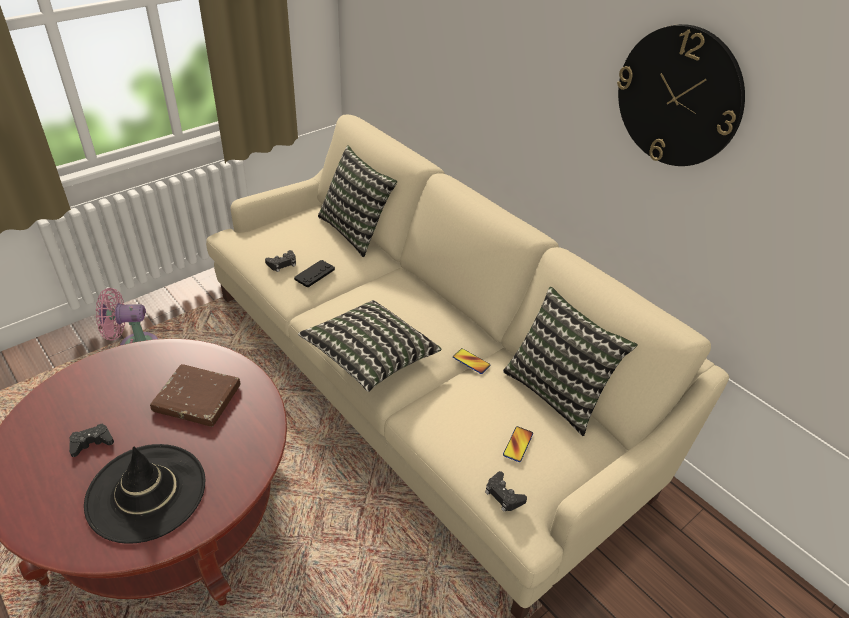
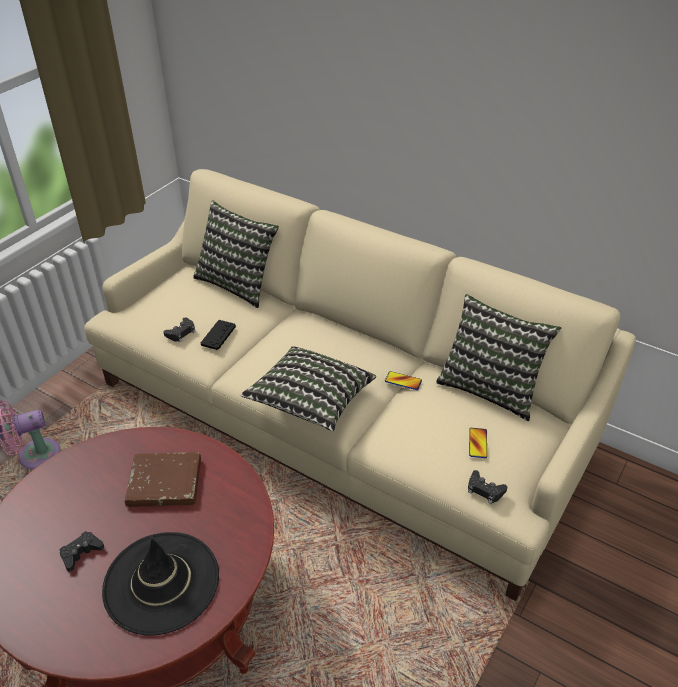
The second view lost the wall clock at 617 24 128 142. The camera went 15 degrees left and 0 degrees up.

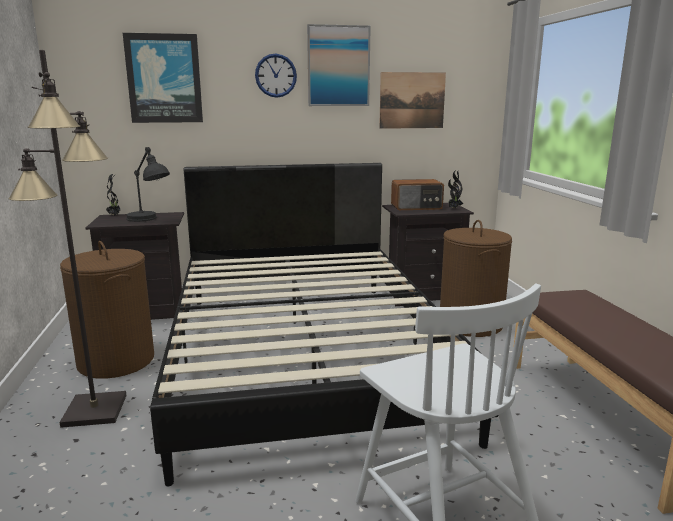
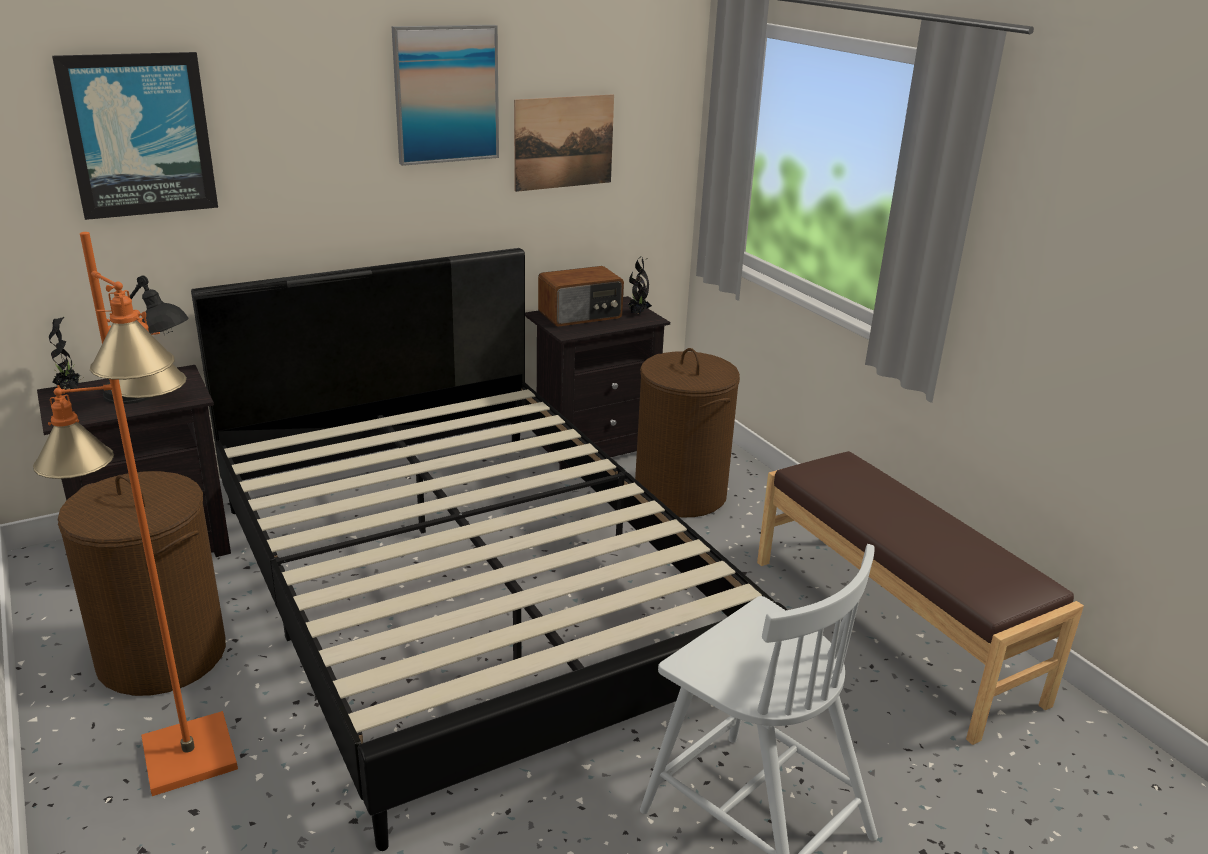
What was the floor lamp (black) at 9 50 118 378 turned into the floor lamp (orange) at 33 232 205 564. The second view lost the wall clock at 255 53 42 45. The camera went 20 degrees left and 10 degrees up.

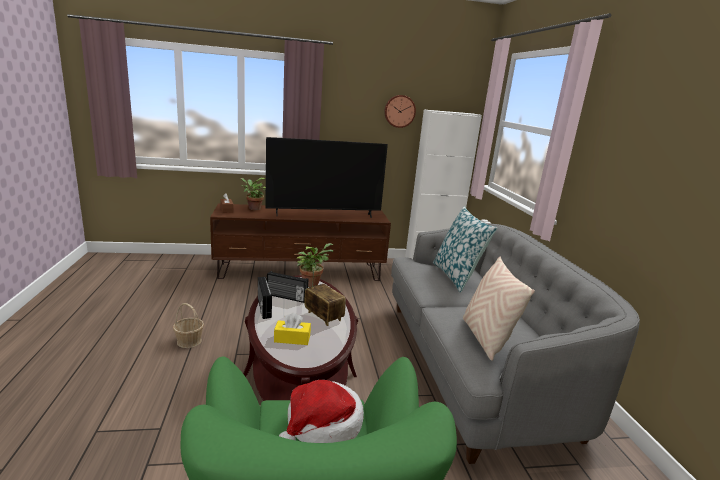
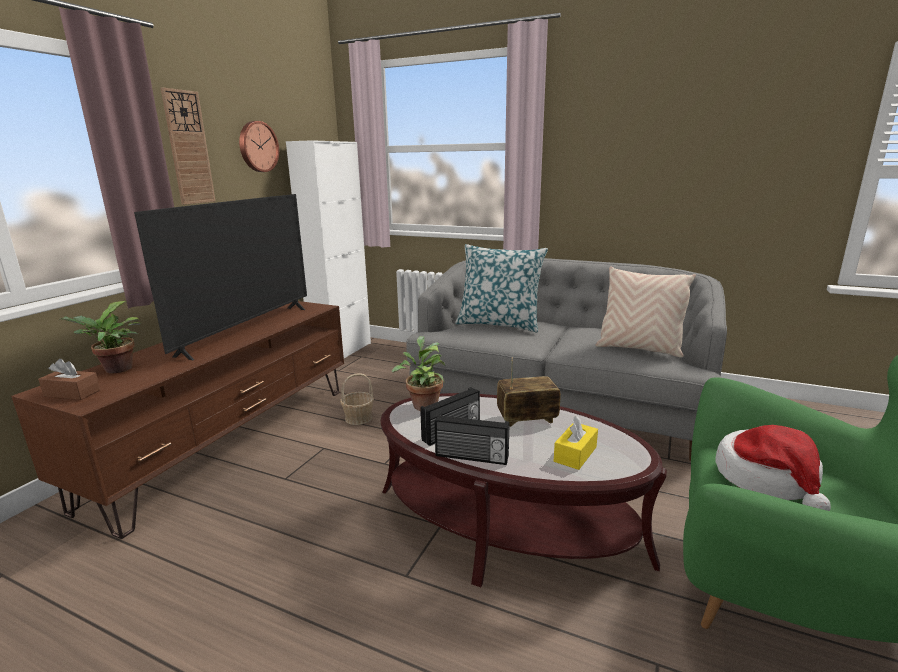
The basket ended up elsewhere, having gone from 173 303 31 45 to 340 373 34 52. The second view gained the wall clock at 161 87 55 118. The camera went 55 degrees left and 0 degrees up.

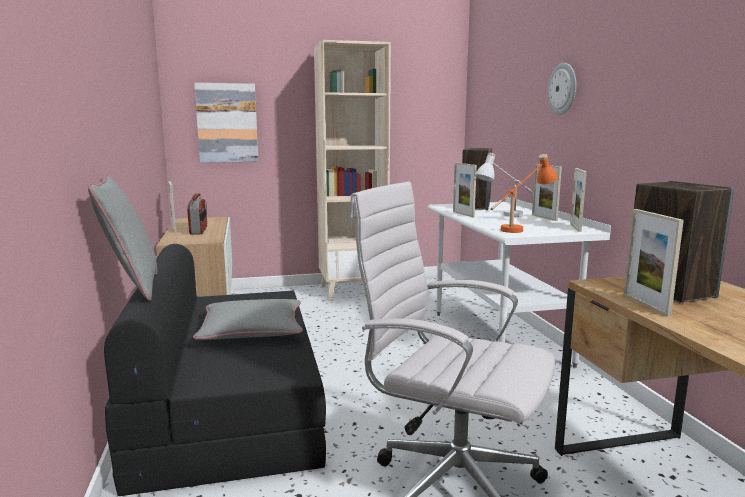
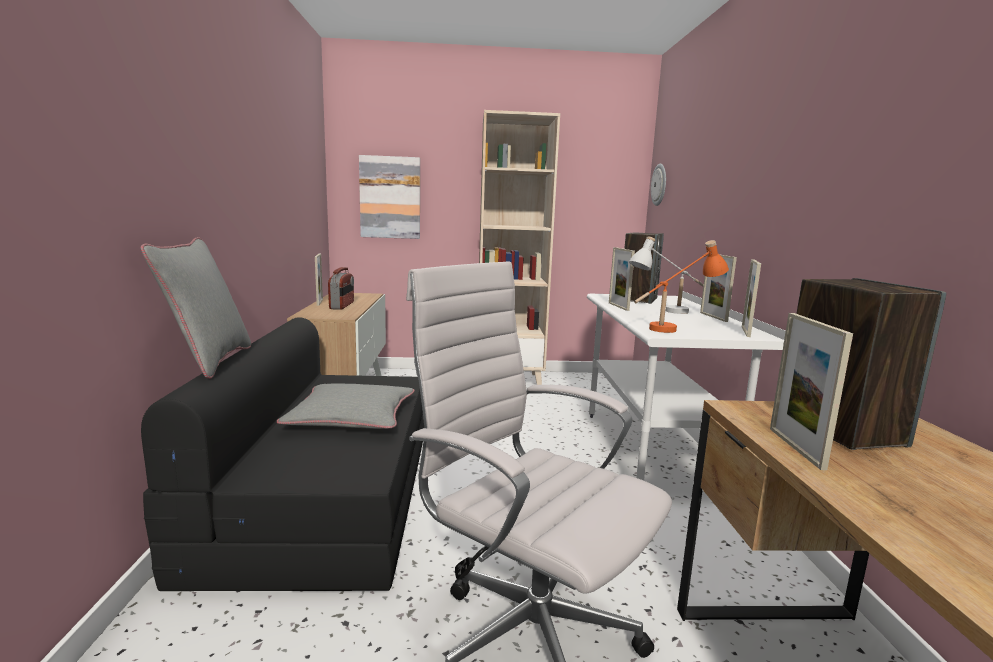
The wall clock ended up elsewhere, having gone from 548 63 28 52 to 651 164 15 42. The camera went 10 degrees right and 0 degrees up.

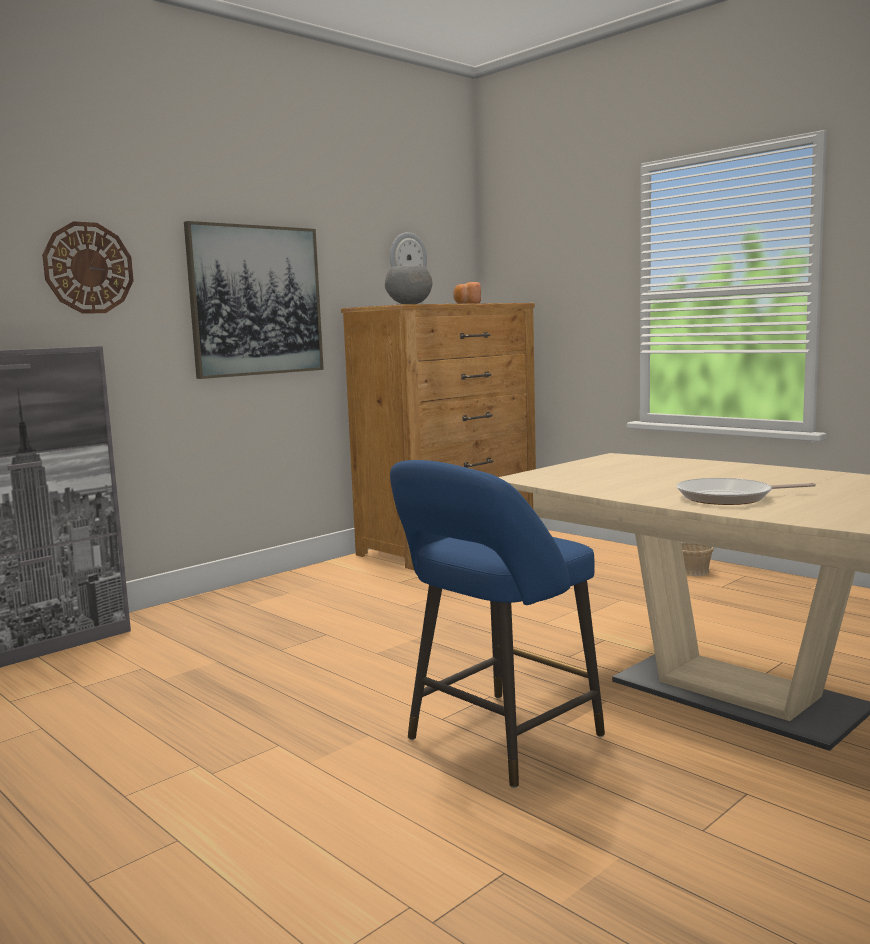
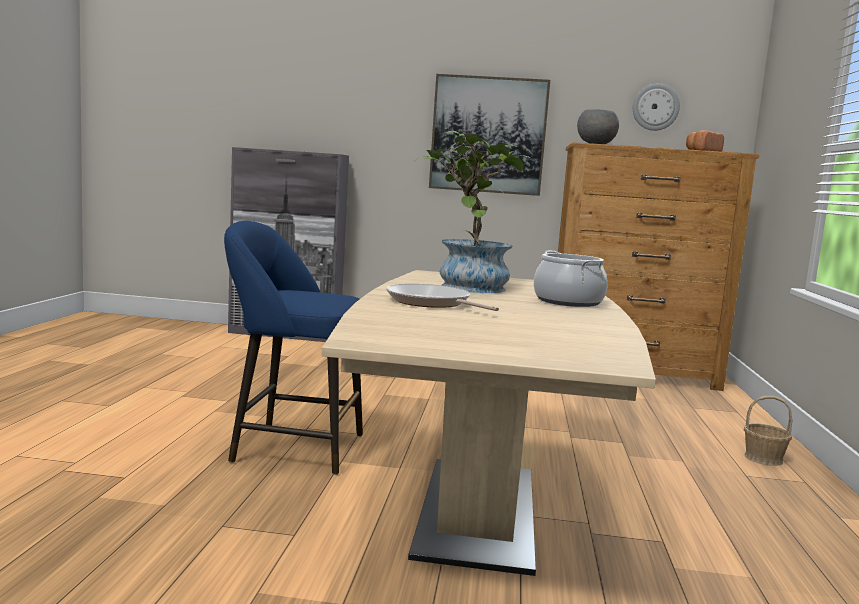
The second view lost the wall clock at 42 221 92 93. The second view gained the potted plant at 413 131 117 162. The second view gained the cooking pot at 534 251 74 56. The camera went 50 degrees right and 0 degrees up.

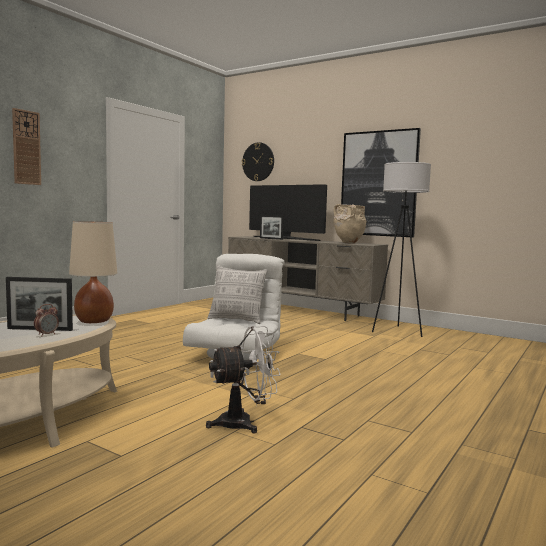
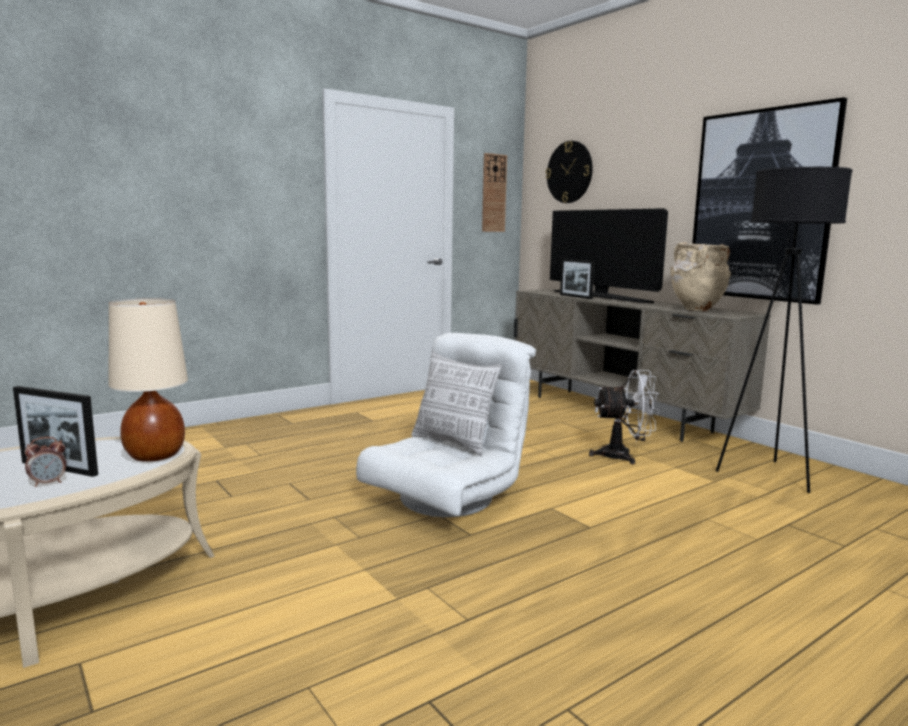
The wall clock ended up elsewhere, having gone from 12 108 29 77 to 482 153 25 79. What was the floor lamp (white) at 372 162 59 175 turned into the floor lamp (black) at 716 167 136 326. The fan (white) ended up elsewhere, having gone from 206 326 75 107 to 589 370 71 94. The camera went 20 degrees right and 5 degrees up.

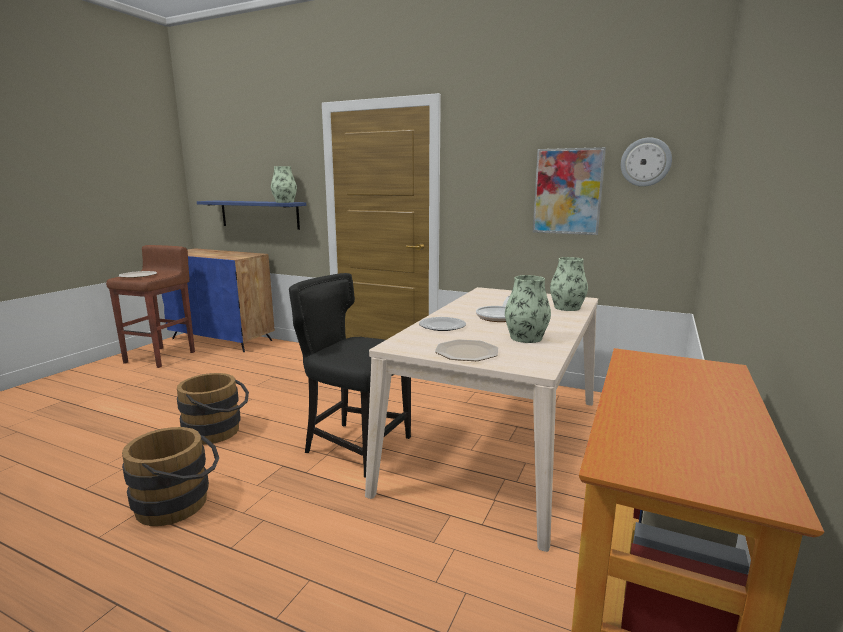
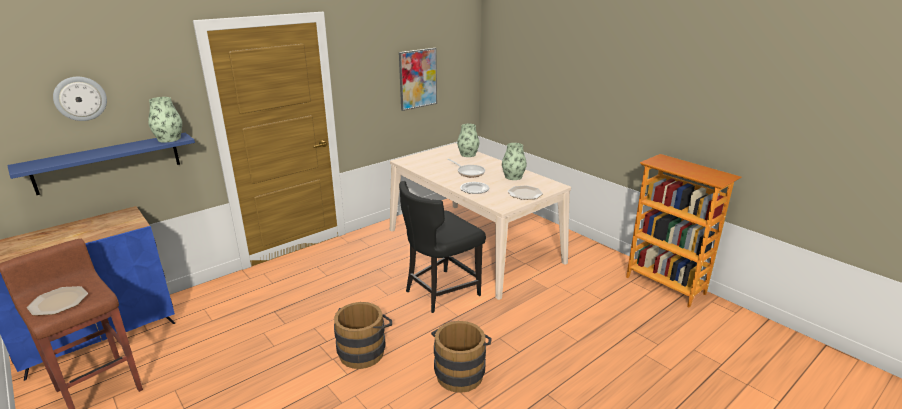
The wall clock ended up elsewhere, having gone from 621 137 51 50 to 53 77 54 44. The camera went 65 degrees left and 10 degrees up.

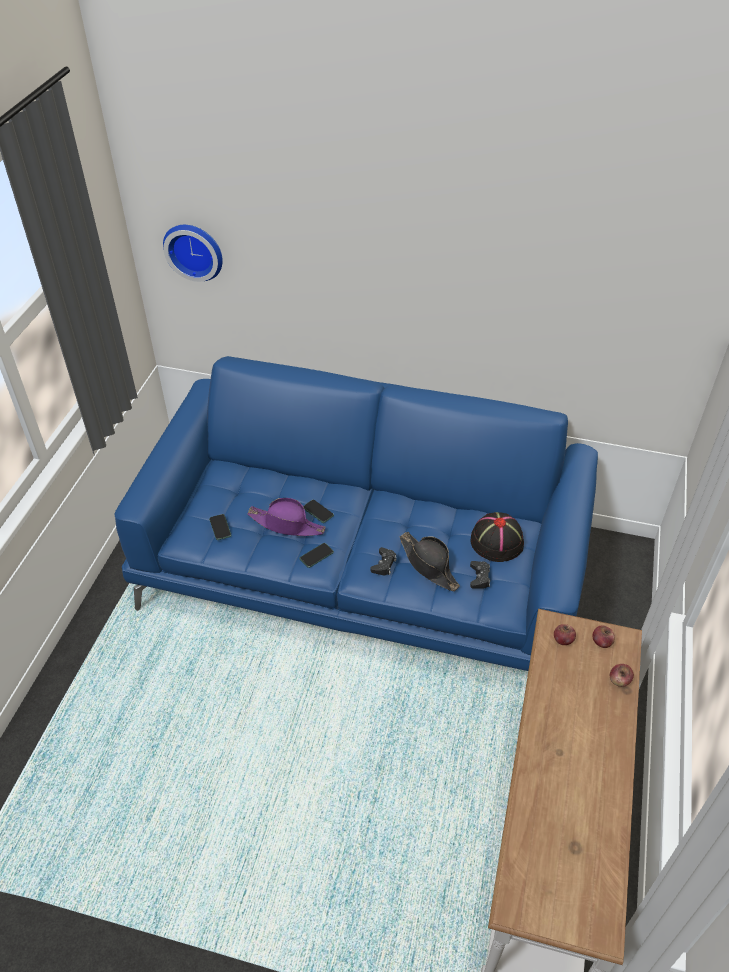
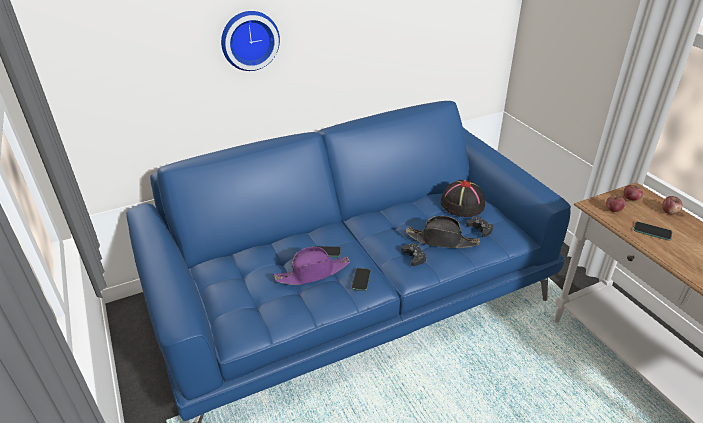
The wall clock ended up elsewhere, having gone from 163 225 60 57 to 221 11 59 60. The phone ended up elsewhere, having gone from 209 514 23 26 to 634 222 38 19. The camera went 40 degrees left and 10 degrees down.

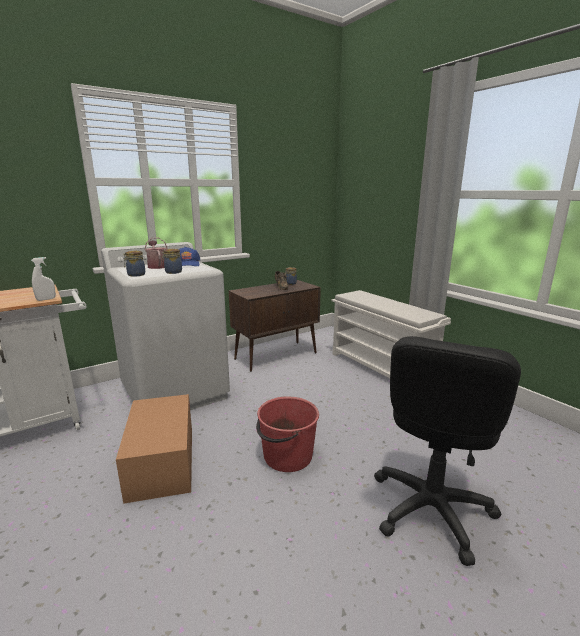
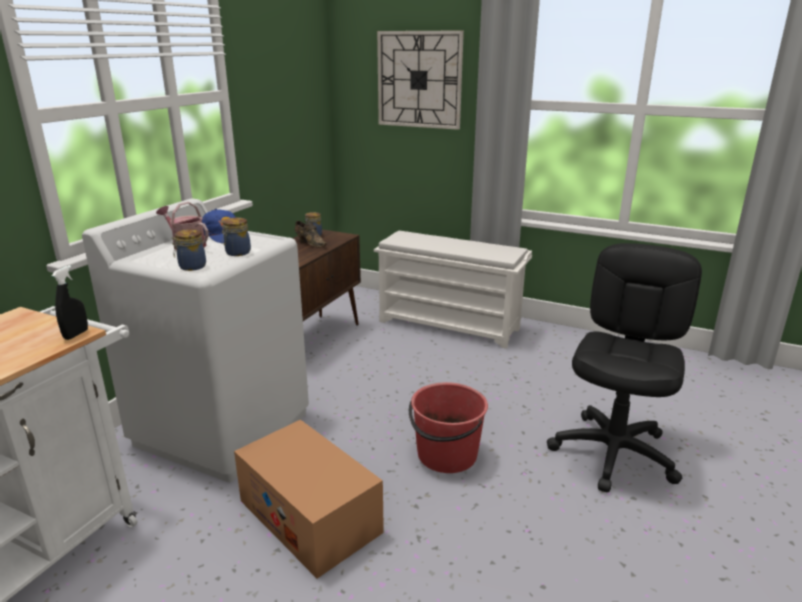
What was the spray bottle (white) at 31 257 25 44 turned into the spray bottle (black) at 51 265 37 75. The office chair (black) at 374 336 147 230 ended up facing another way, 150 degrees counterclockwise from before. The second view gained the wall clock at 377 30 87 100. The camera went 30 degrees left and 5 degrees up.

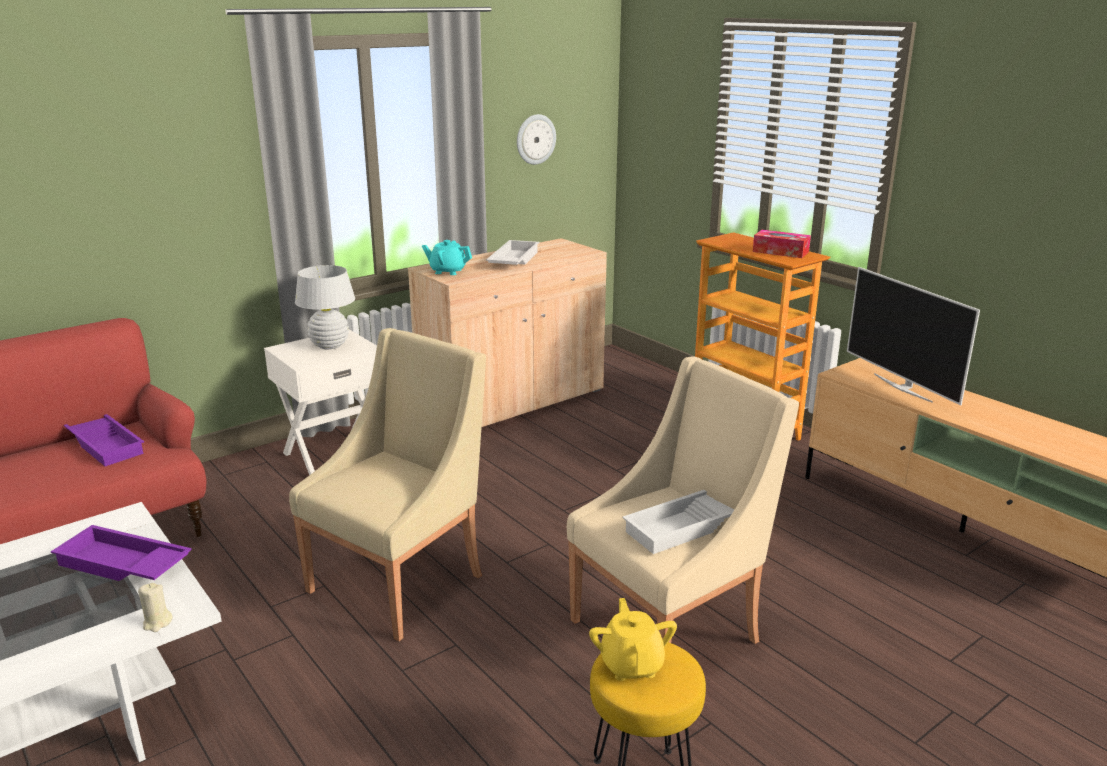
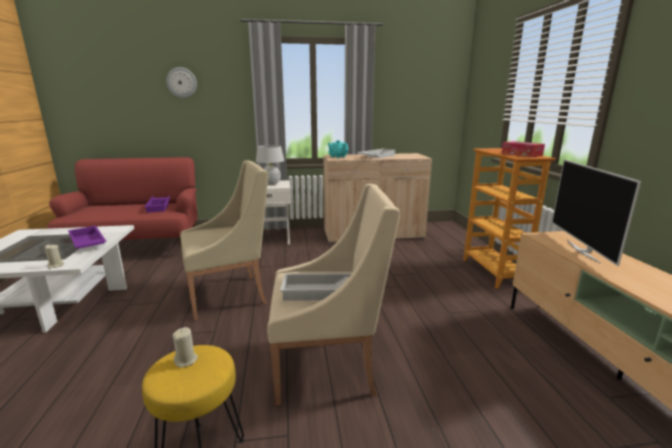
The wall clock ended up elsewhere, having gone from 517 114 39 51 to 167 67 30 31. Where the teapot (yellow) stood at 589 598 88 83, the candle (beige) came to stand at 172 327 26 41. The camera went 30 degrees right and 5 degrees down.

